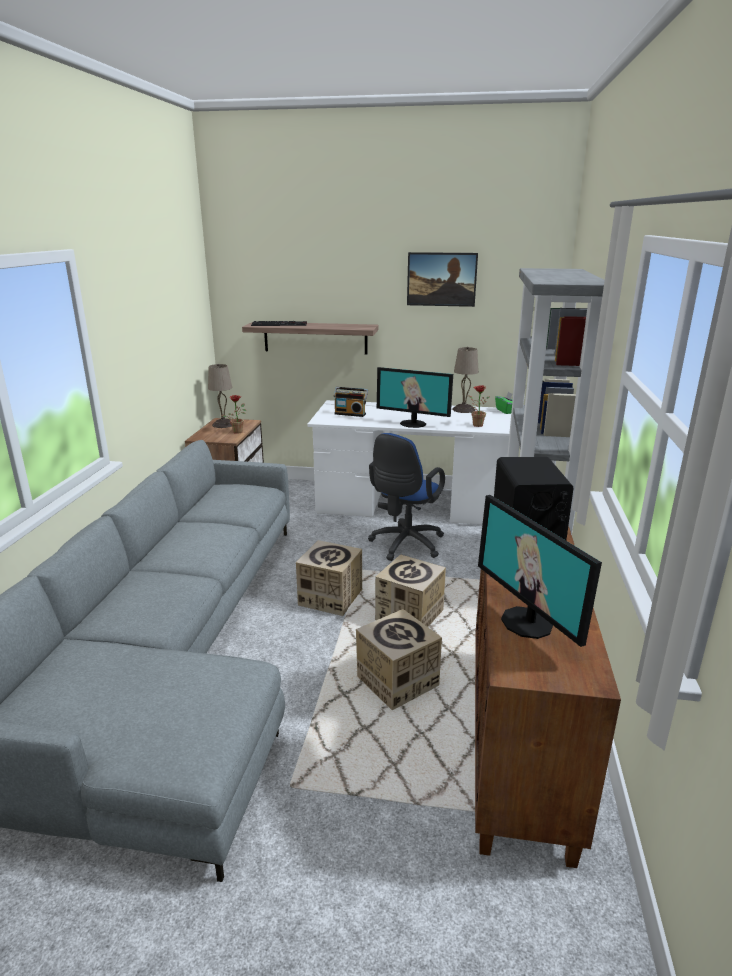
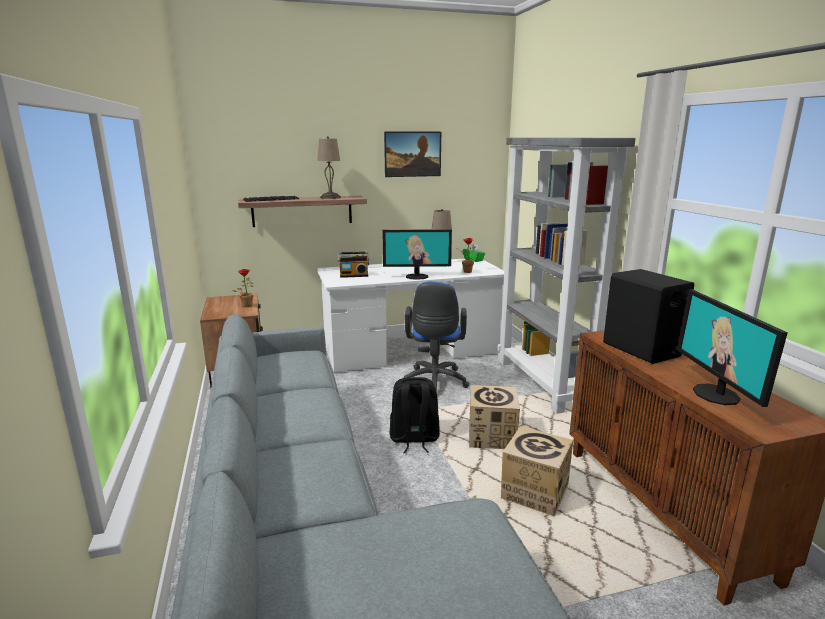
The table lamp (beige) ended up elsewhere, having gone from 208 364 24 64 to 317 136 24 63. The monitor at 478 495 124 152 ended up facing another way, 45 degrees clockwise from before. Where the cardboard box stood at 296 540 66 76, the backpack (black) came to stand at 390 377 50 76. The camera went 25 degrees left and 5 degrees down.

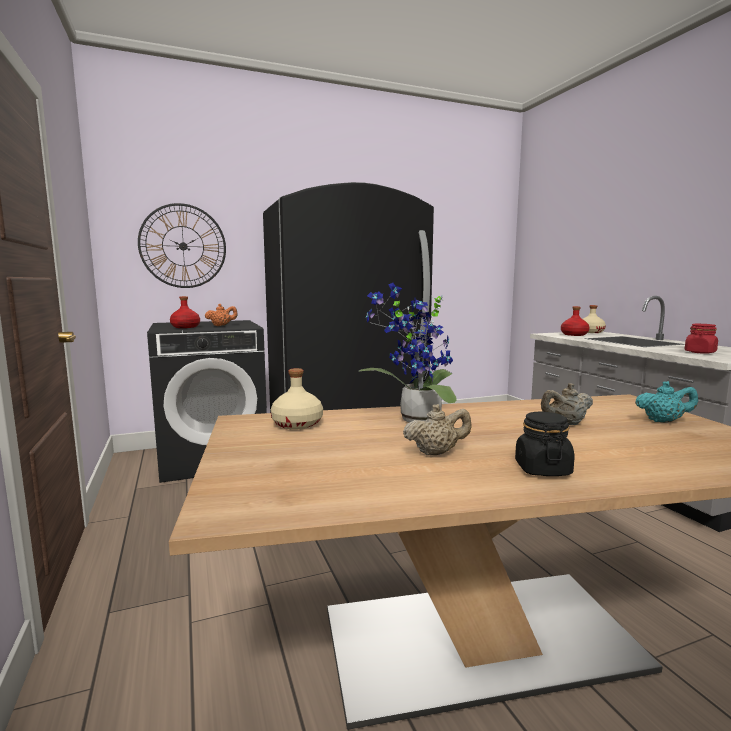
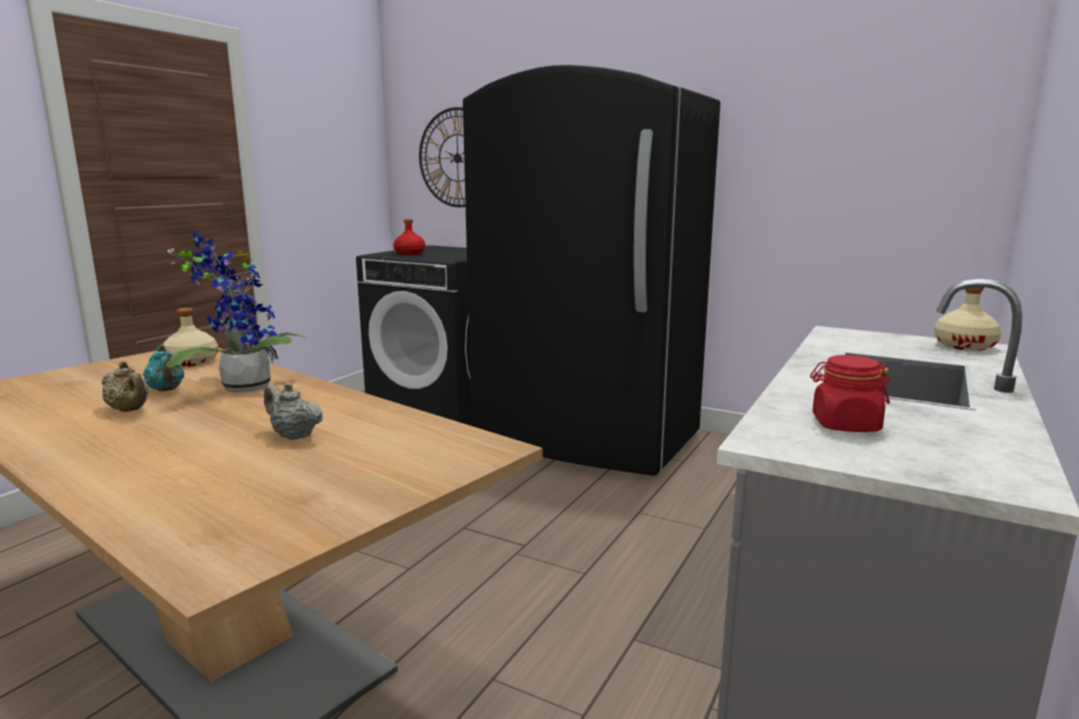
The second view lost the teapot (orange) at 205 304 33 22. The second view lost the bottle (red) at 561 306 28 30. The teapot (turquoise) ended up elsewhere, having gone from 635 381 63 42 to 143 345 41 46. The second view lost the jar (black) at 515 412 59 64. The camera went 50 degrees right and 5 degrees up.

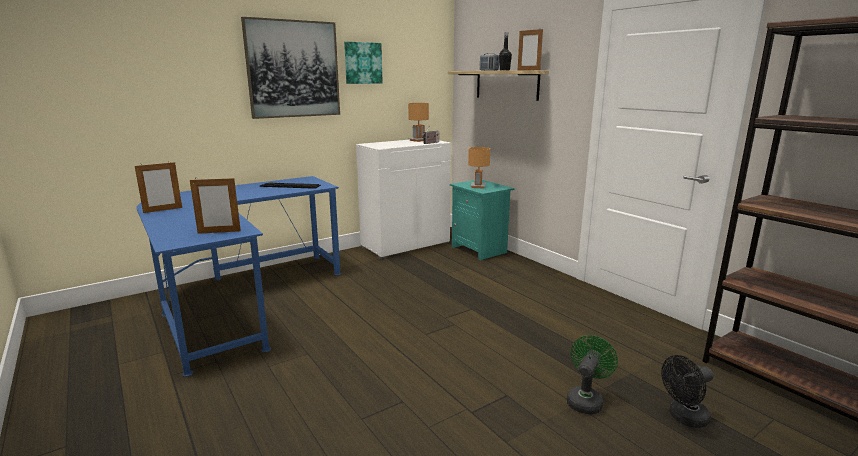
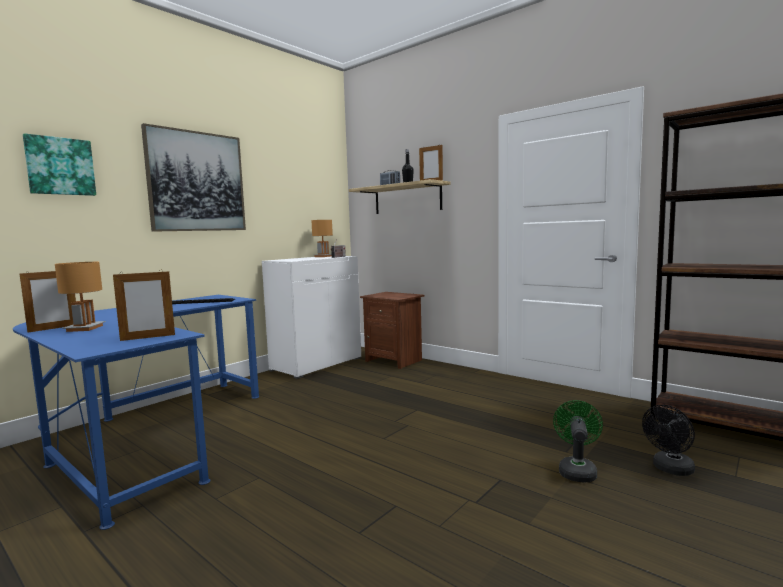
The picture ended up elsewhere, having gone from 344 42 39 42 to 23 133 73 63. The table lamp (brown) ended up elsewhere, having gone from 468 147 22 42 to 55 262 51 70. What was the nightstand (turquoise) at 450 180 65 80 turned into the nightstand (brown) at 360 292 65 77. The camera went 15 degrees left and 10 degrees down.

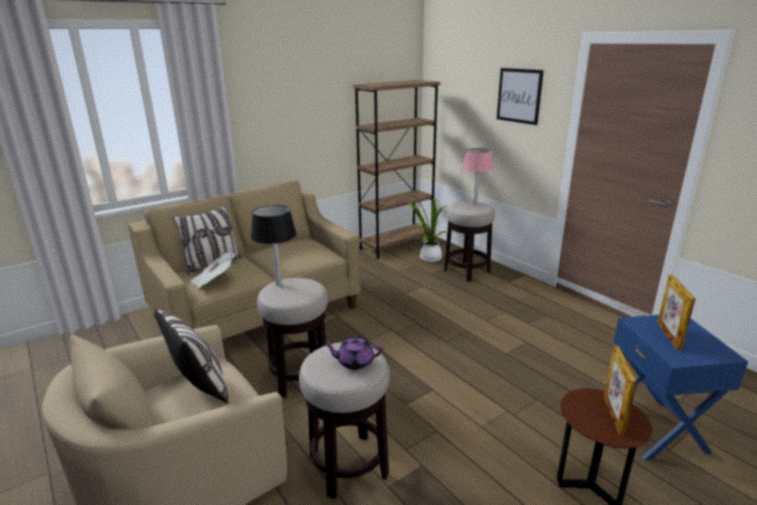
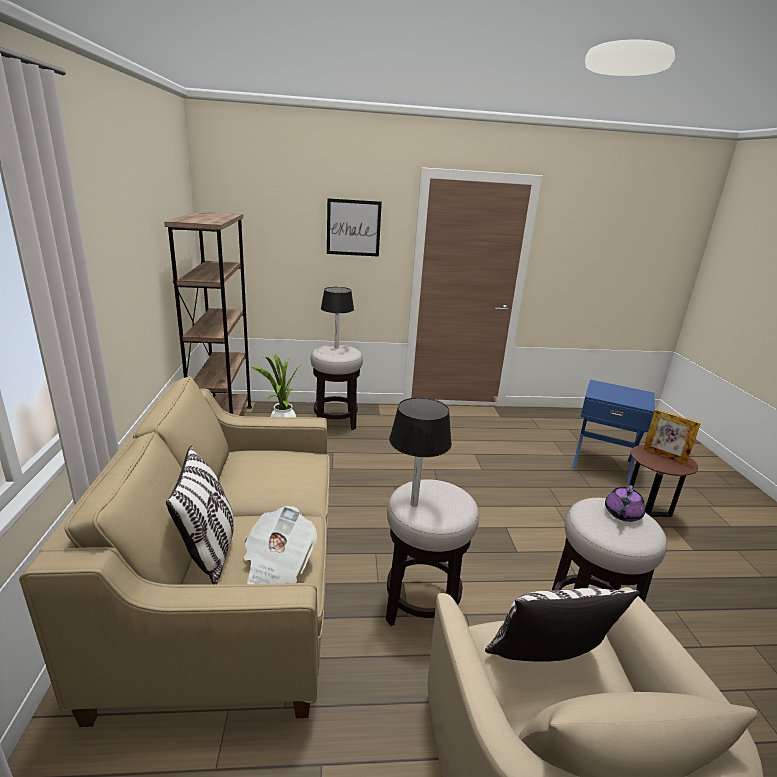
What was the table lamp (pink) at 462 148 31 57 turned into the table lamp (black) at 321 287 33 62. The second view lost the picture frame at 657 275 38 76. The camera went 60 degrees left and 0 degrees up.

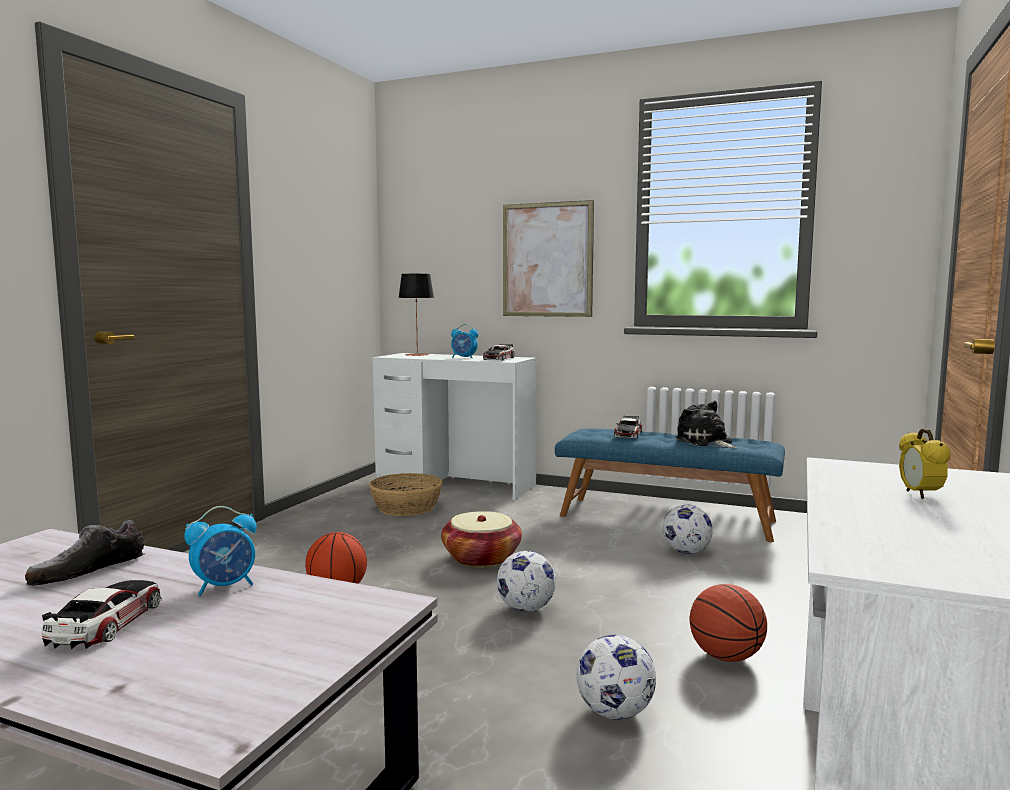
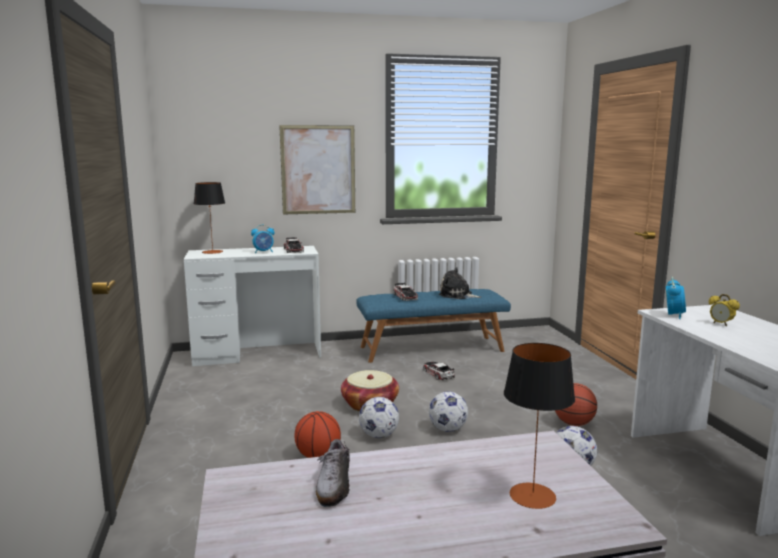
The second view lost the basket at 369 473 74 43. The football ended up elsewhere, having gone from 663 505 50 49 to 359 397 40 41. The alarm clock ended up elsewhere, having gone from 184 506 73 90 to 666 276 20 43. The toy car ended up elsewhere, having gone from 41 580 121 70 to 423 362 32 18. The second view gained the table lamp at 504 343 71 166. The camera went 35 degrees left and 5 degrees up.

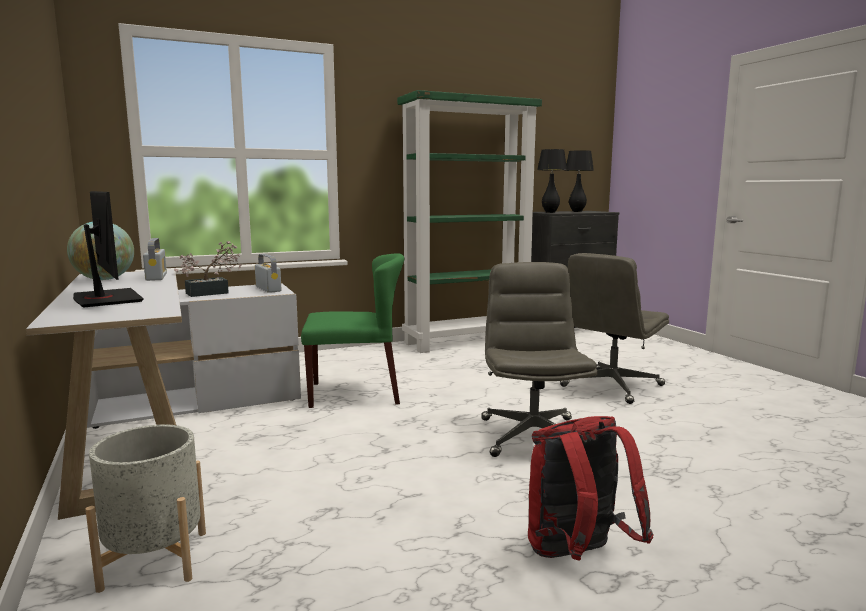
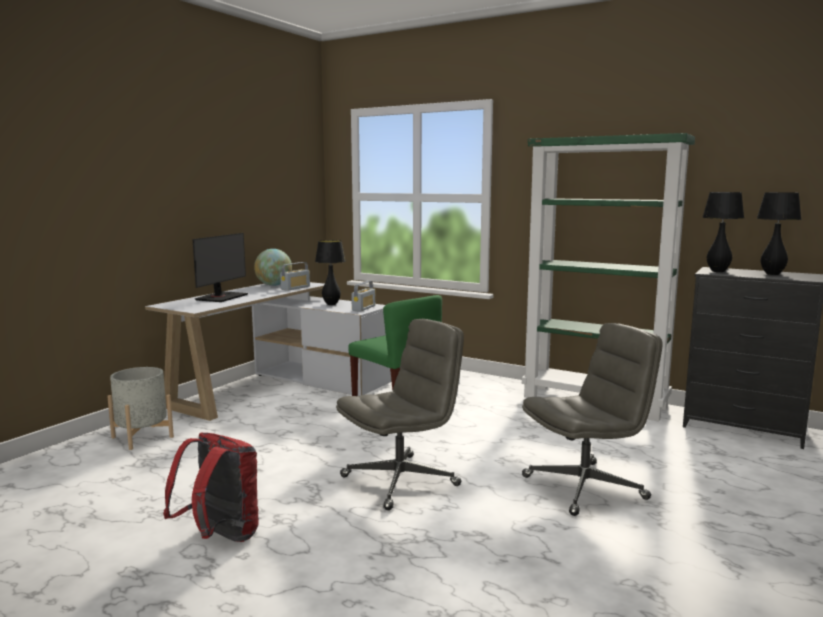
Where the potted plant stood at 174 241 67 56, the table lamp (black) came to stand at 315 240 31 65. The office chair (grey) at 560 253 109 151 ended up facing another way, 150 degrees clockwise from before. The camera went 55 degrees right and 0 degrees up.

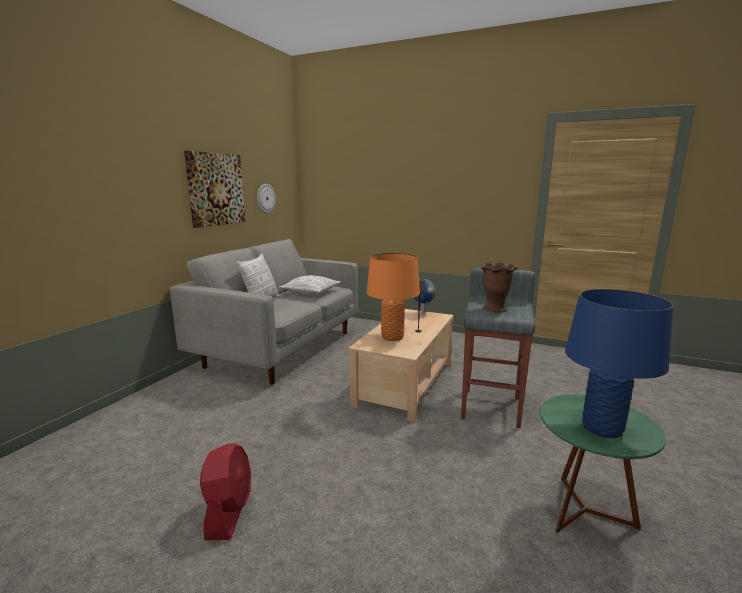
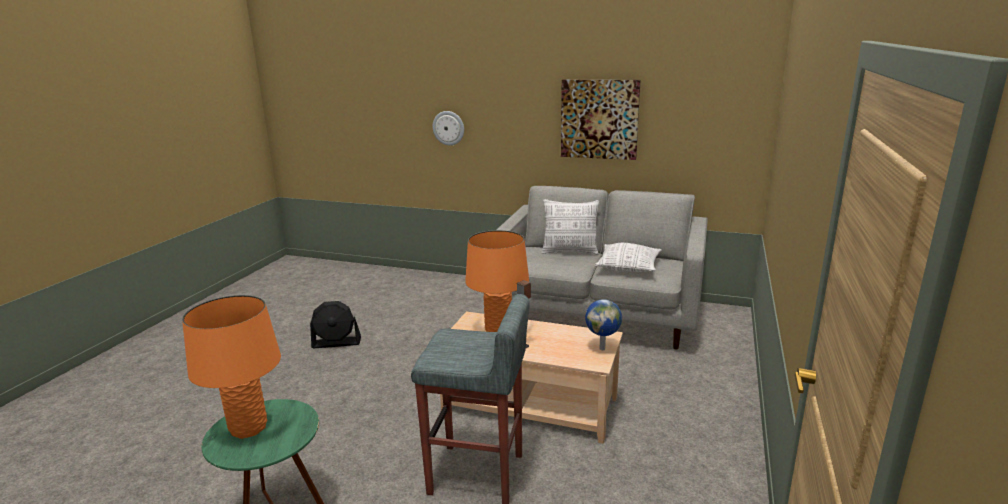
The wall clock ended up elsewhere, having gone from 257 184 19 29 to 433 111 31 35. The second view lost the vase (brown) at 480 262 38 51. What was the table lamp (blue) at 565 289 109 150 turned into the table lamp (orange) at 182 295 99 144. What was the fan (red) at 200 443 51 98 turned into the fan (black) at 310 301 51 47. The camera went 85 degrees right and 5 degrees up.

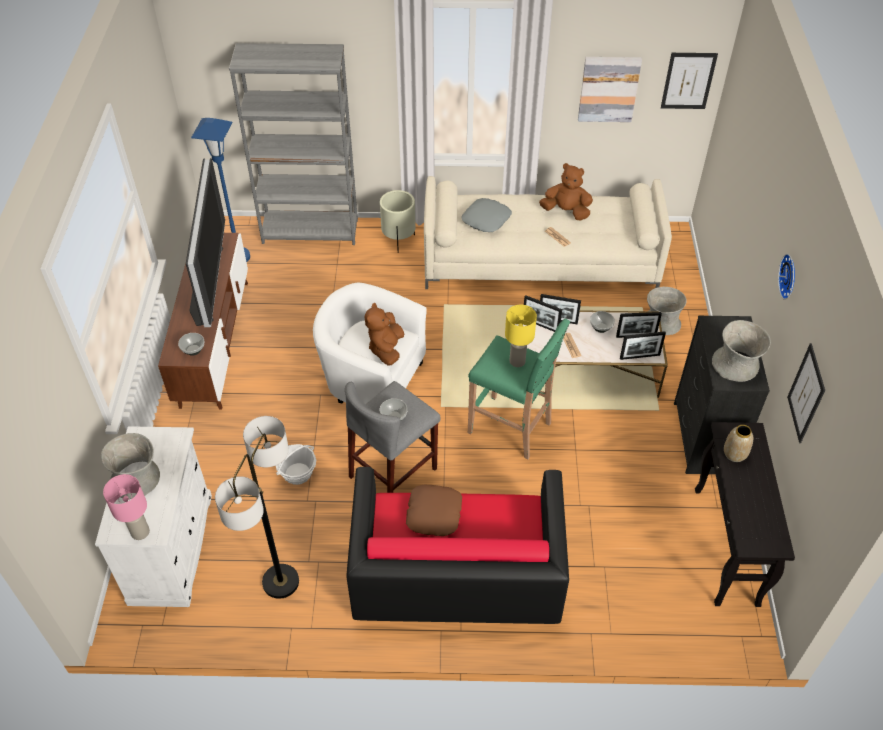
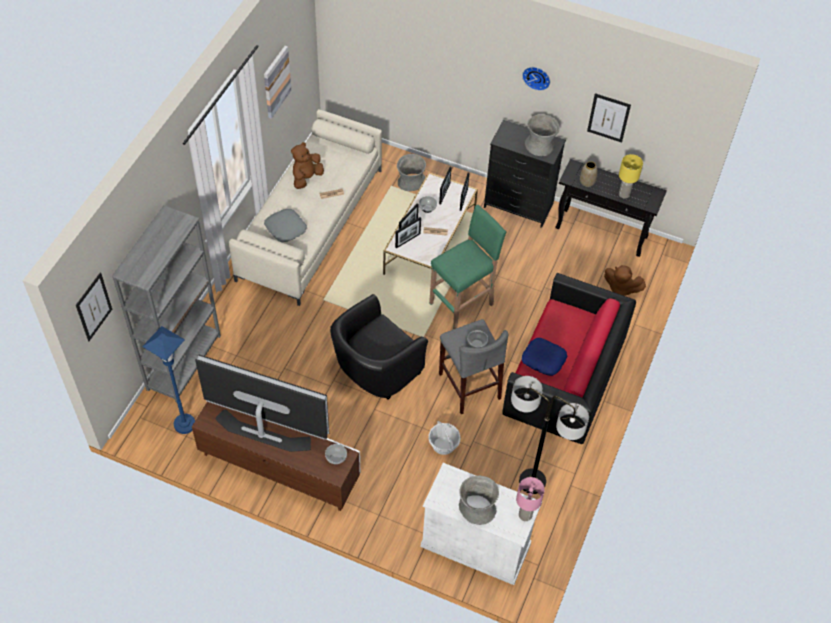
The picture ended up elsewhere, having gone from 661 53 57 56 to 76 273 36 68. The second view lost the planter (beige) at 380 190 36 63. What was the armchair (white) at 313 283 114 121 turned into the armchair (black) at 330 294 98 106. The plush toy (brown) ended up elsewhere, having gone from 365 302 39 64 to 604 265 42 31. The table lamp (yellow) ended up elsewhere, having gone from 505 305 32 62 to 619 154 24 45. What was the pillow (brown) at 406 485 56 51 turned into the pillow (blue) at 522 338 45 38. The camera went 70 degrees left and 5 degrees up.

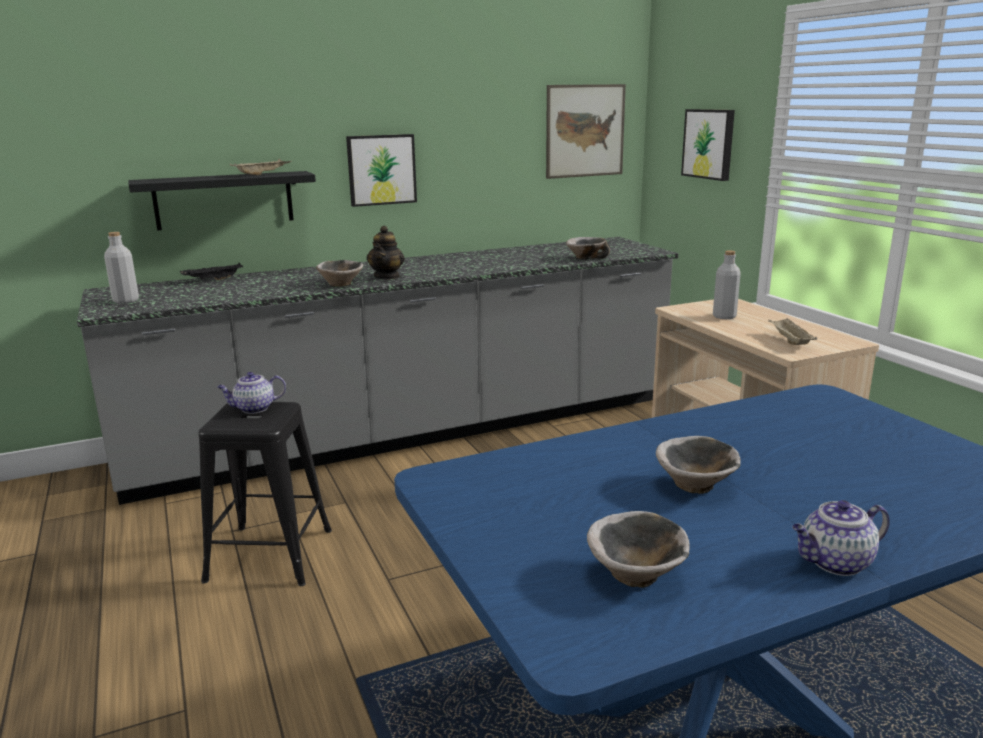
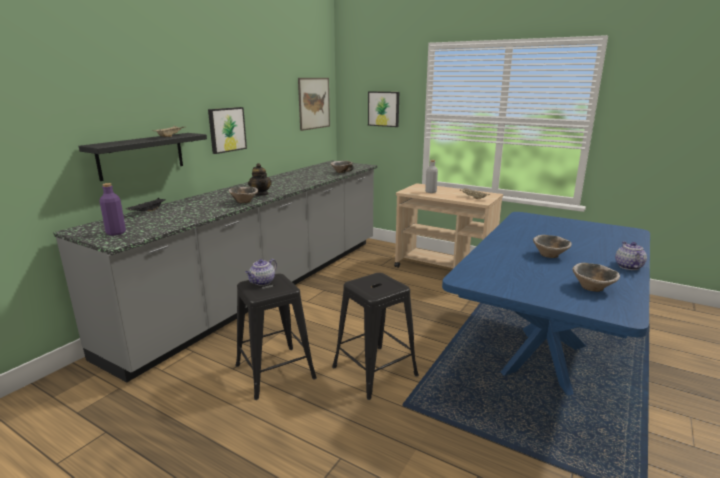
What was the bottle (grey) at 104 232 35 72 turned into the bottle (purple) at 99 183 27 53. The teapot at 792 500 98 76 ended up facing another way, 150 degrees clockwise from before. The second view gained the stool (black) at 332 273 87 127. The camera went 35 degrees left and 0 degrees up.

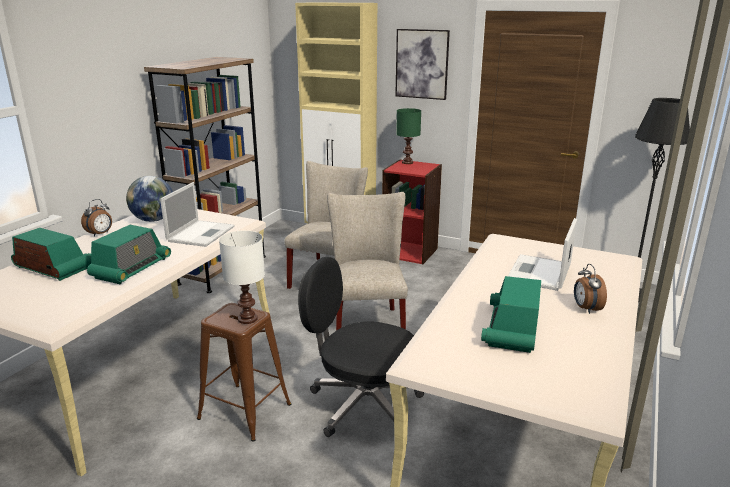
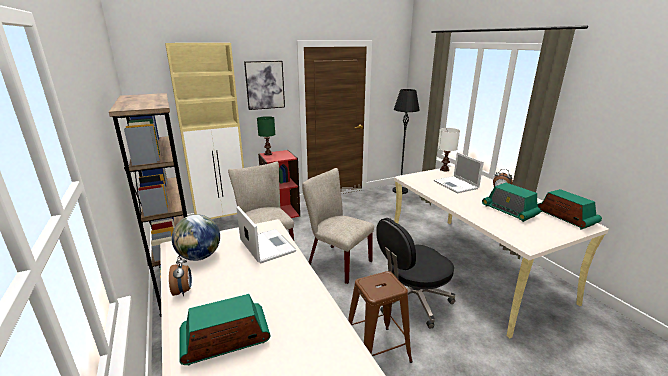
The radio ended up elsewhere, having gone from 87 225 84 59 to 537 189 65 41. The table lamp (white) ended up elsewhere, having gone from 219 230 46 94 to 438 128 22 44. The camera went 50 degrees left and 0 degrees up.

